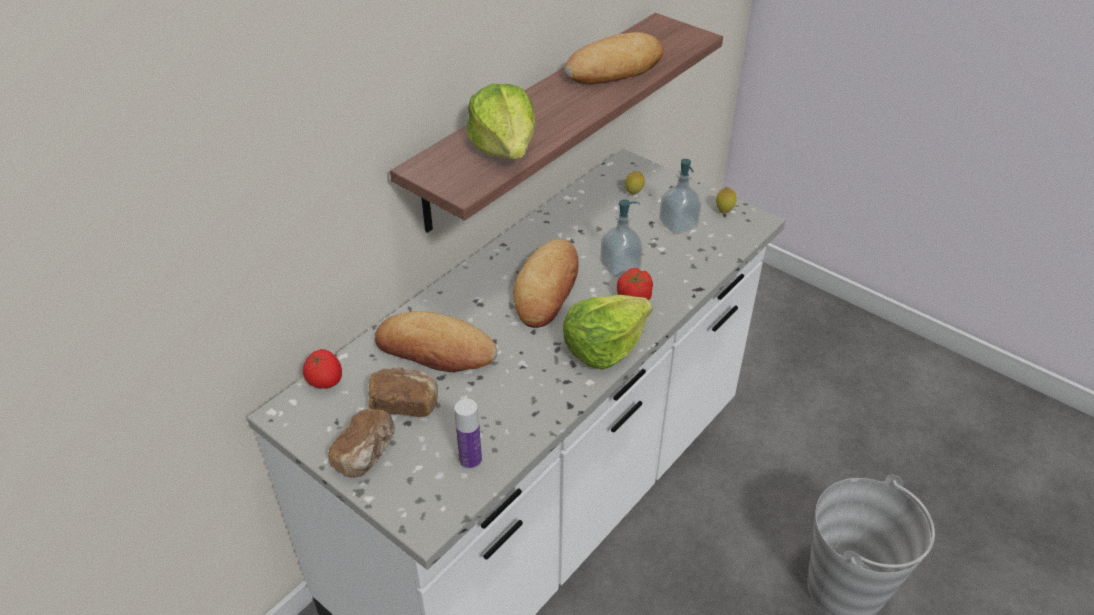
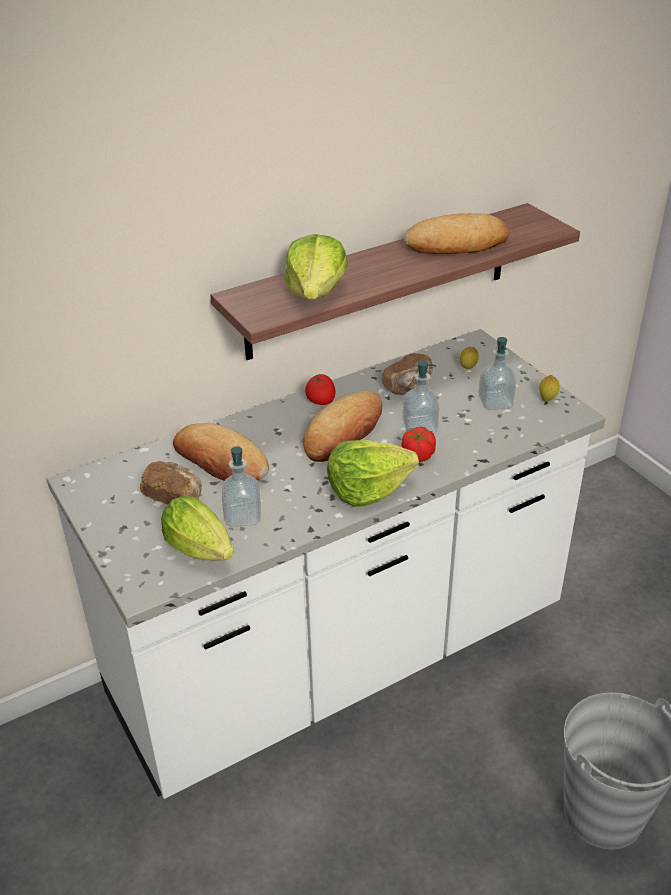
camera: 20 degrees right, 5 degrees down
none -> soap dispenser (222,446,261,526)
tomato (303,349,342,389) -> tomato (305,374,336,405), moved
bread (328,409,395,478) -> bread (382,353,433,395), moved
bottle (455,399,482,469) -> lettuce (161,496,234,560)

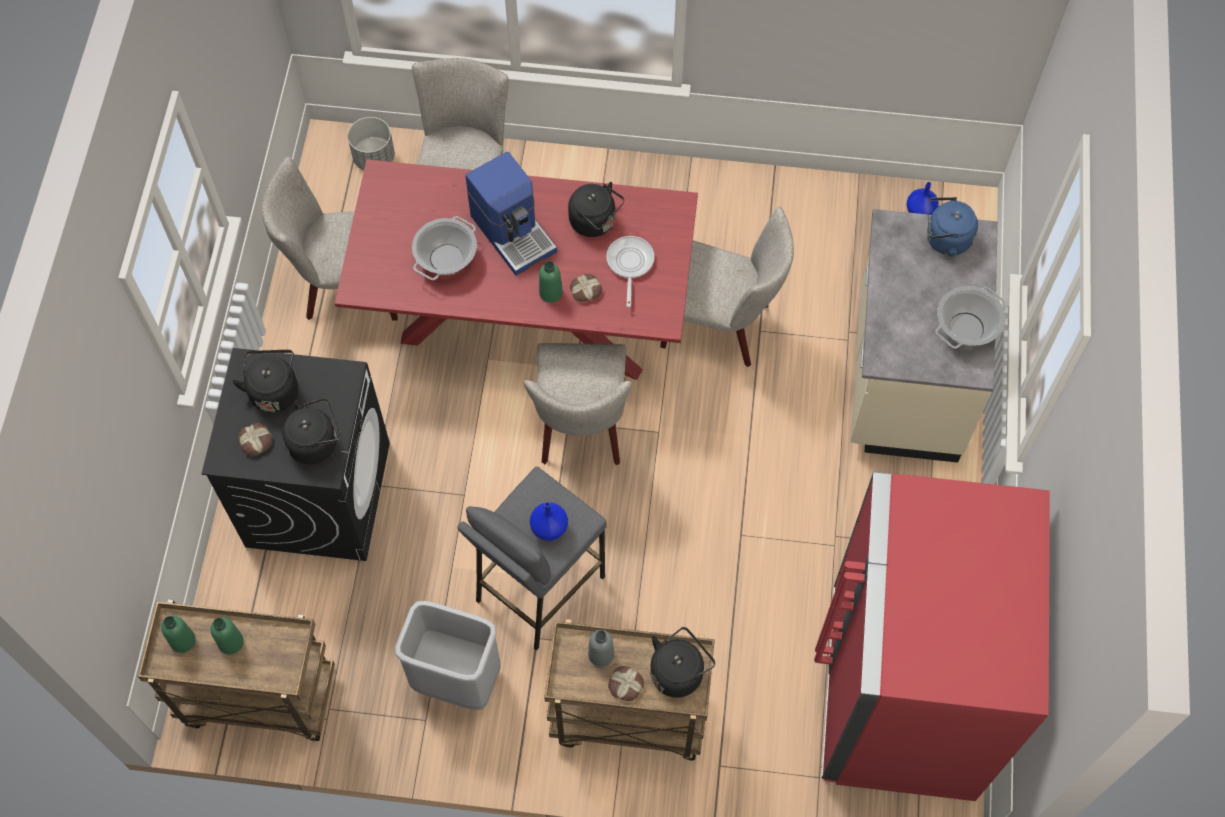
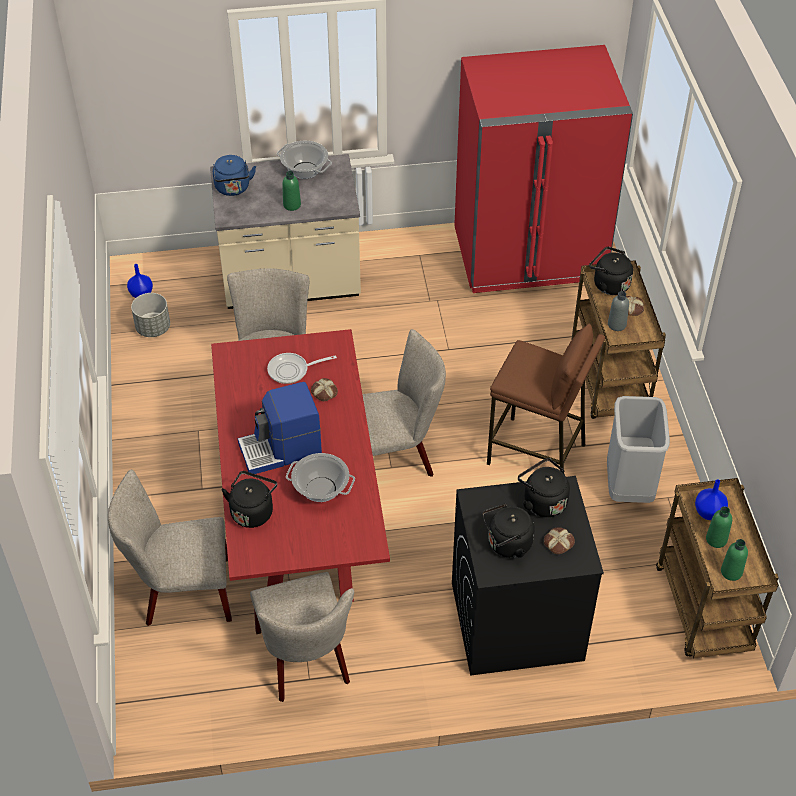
camera: 105 degrees left, 15 degrees down
planter (grey) (348,117,395,170) -> planter (grey) (131,293,170,337), moved
vase (blue) (530,502,568,541) -> vase (blue) (695,479,728,520), moved
bottle (green) (539,261,563,303) -> bottle (green) (282,171,301,211), moved
kettle (black) (568,182,624,237) -> kettle (black) (221,471,277,528), moved
stool (grey) (457,467,607,651) -> stool (brown) (487,324,605,469)
coffee machine (465,152,557,276) -> coffee machine (238,382,322,474), 150 degrees counterclockwise

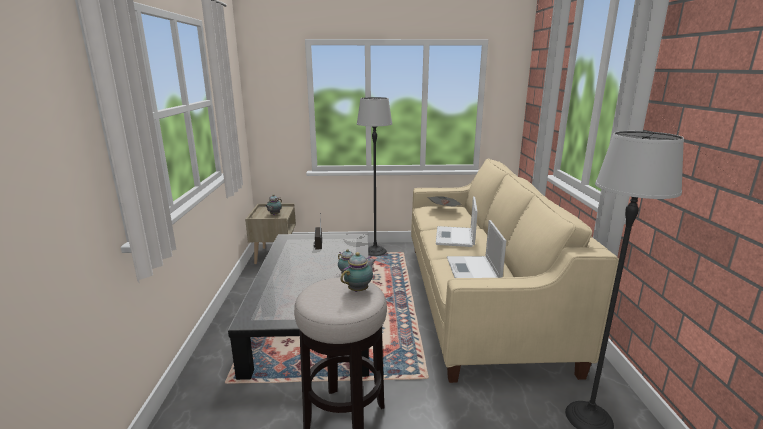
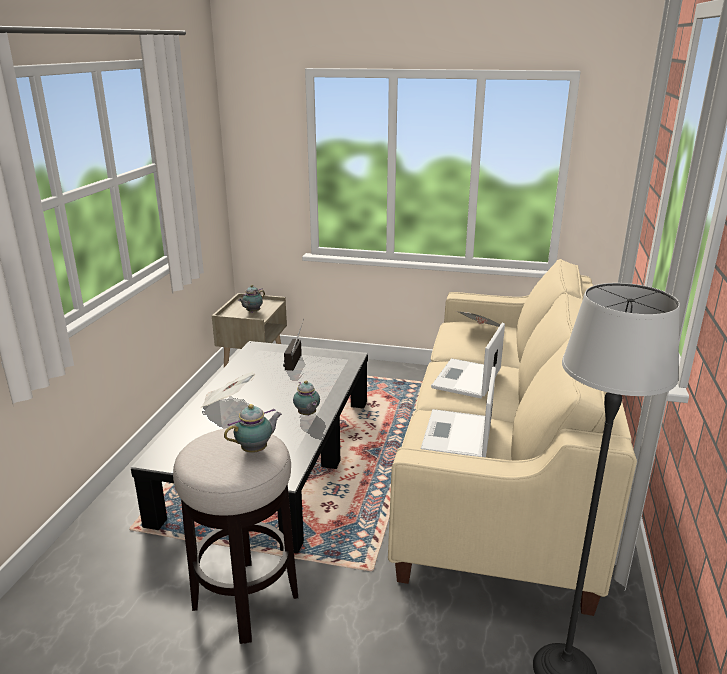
camera: 15 degrees right, 5 degrees up
floor lamp (357,97,392,256) -> none
none -> newspaper (201,371,255,408)

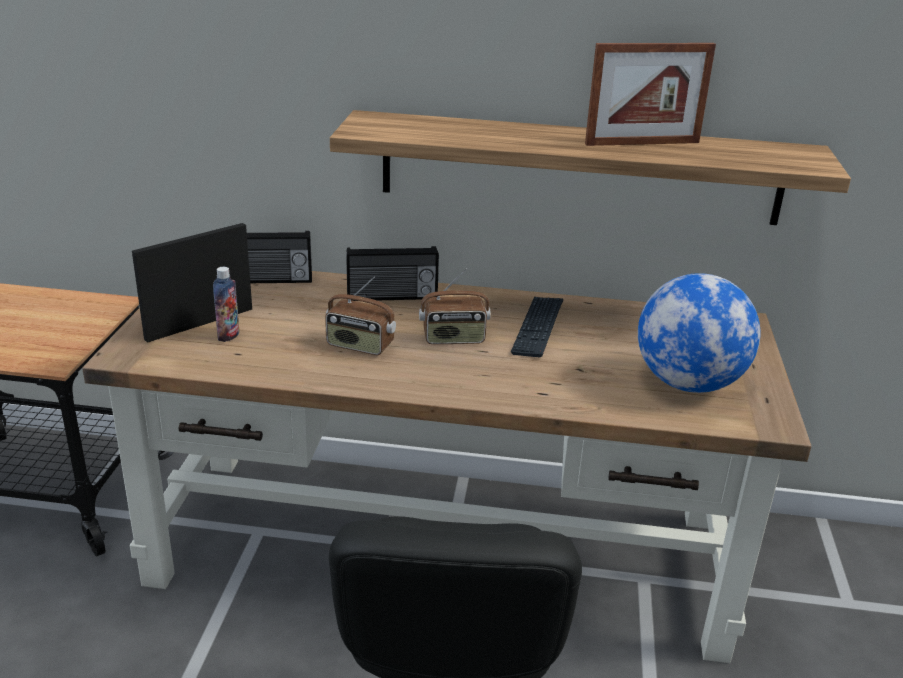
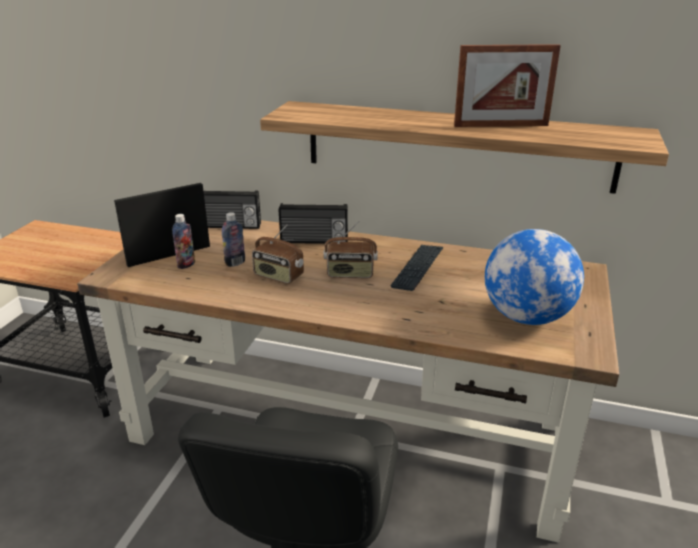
camera: 10 degrees right, 0 degrees up
none -> bottle (222,212,245,267)

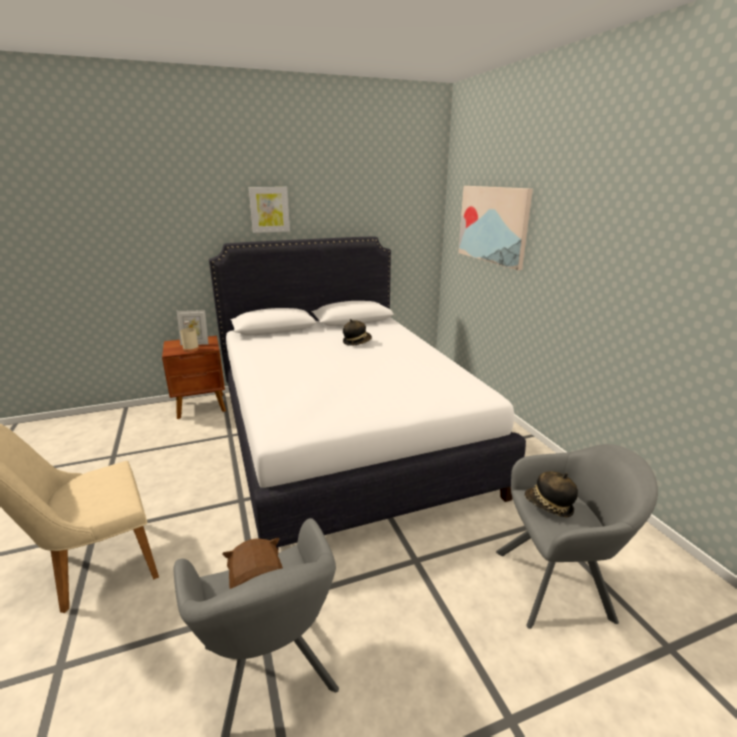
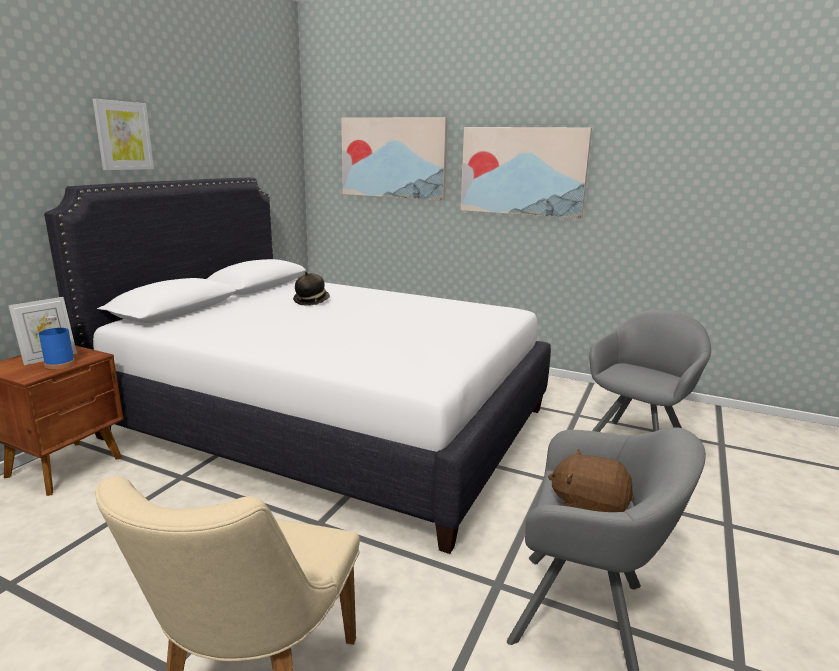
camera: 45 degrees left, 5 degrees down
hat (525,471,578,517) -> none
none -> picture (461,127,592,218)
bottle (beige) (180,321,199,352) -> bottle (blue) (39,316,75,370)

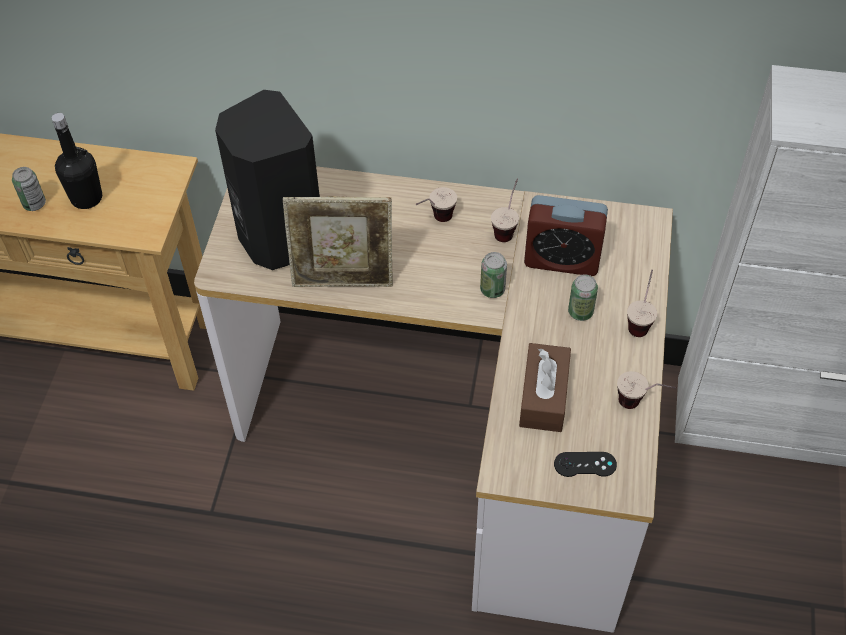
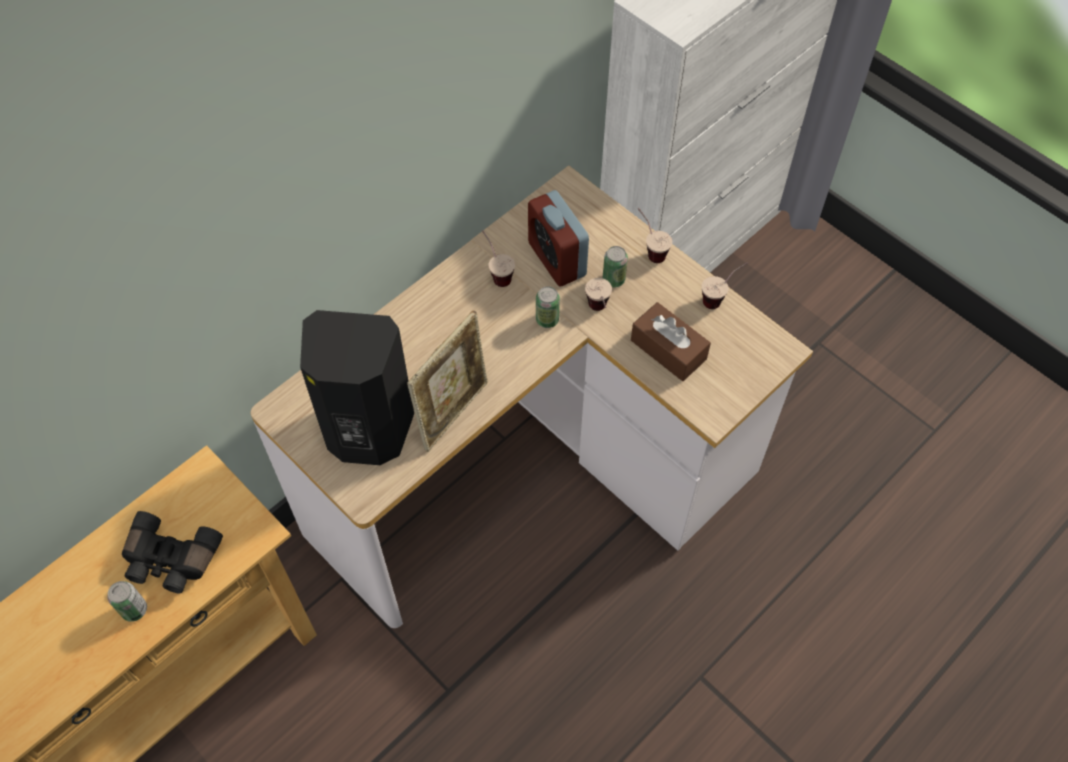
camera: 55 degrees left, 5 degrees up
game controller (black) (554,452,617,477) -> none
cup (416,187,457,222) -> cup (585,278,612,311), moved
bottle (black) (52,113,102,209) -> binoculars (black) (122,511,223,593)
alarm clock (524,195,608,276) -> alarm clock (528,190,589,287), 105 degrees clockwise

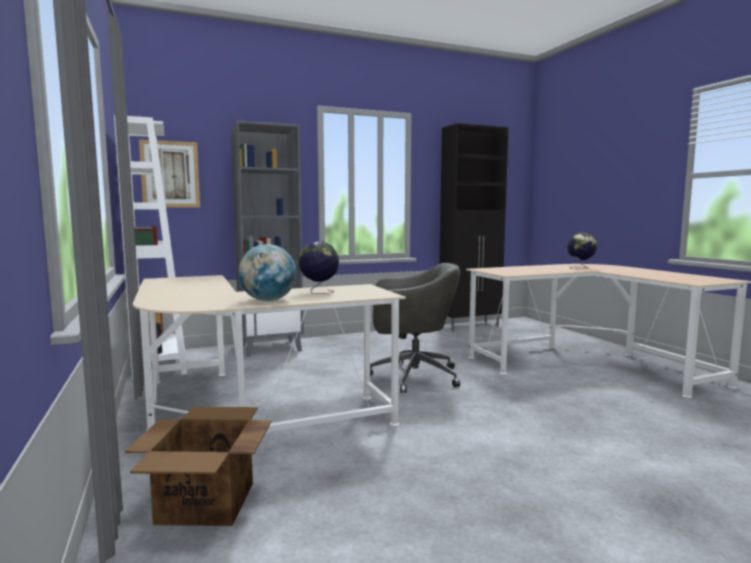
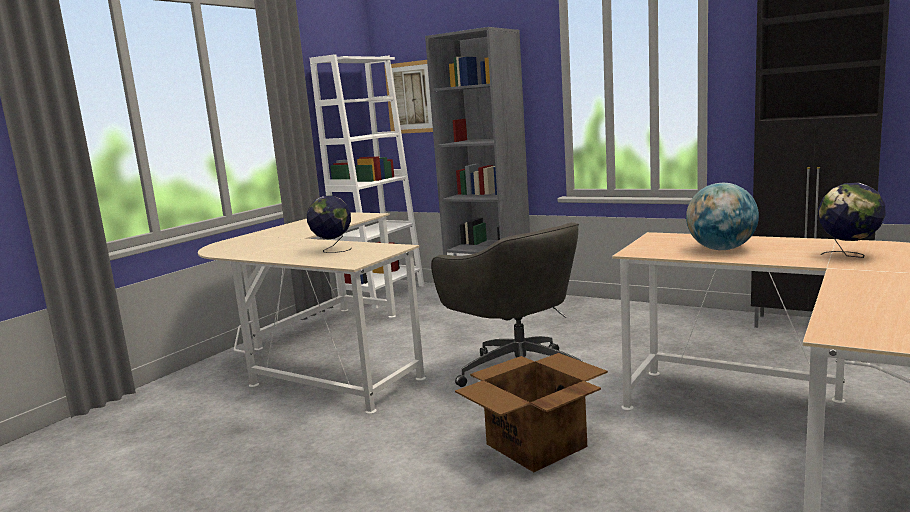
camera: 55 degrees right, 5 degrees up
cardboard box (125,407,272,526) -> cardboard box (455,353,608,472), moved
globe (238,244,296,301) -> globe (686,183,759,250), moved

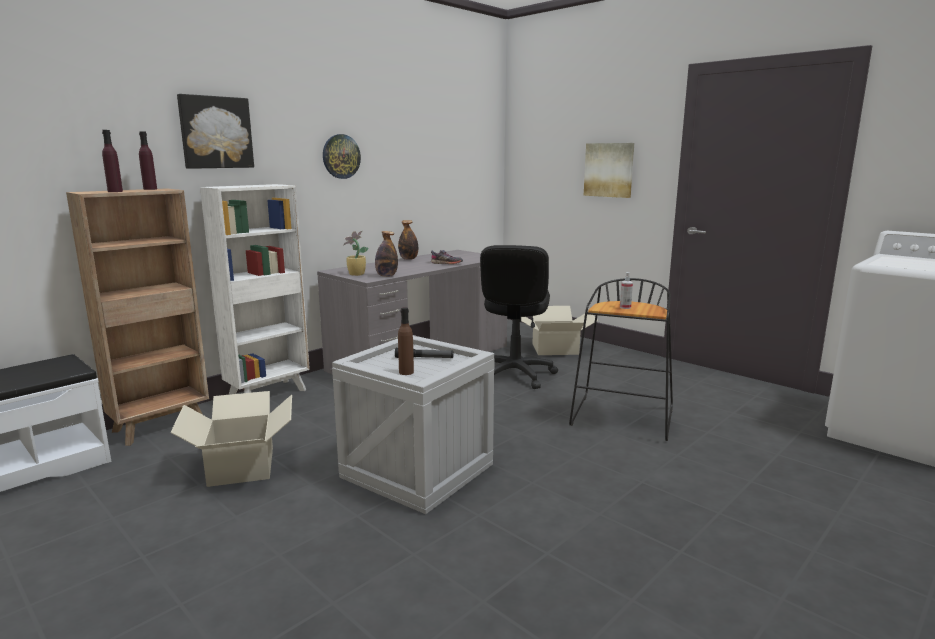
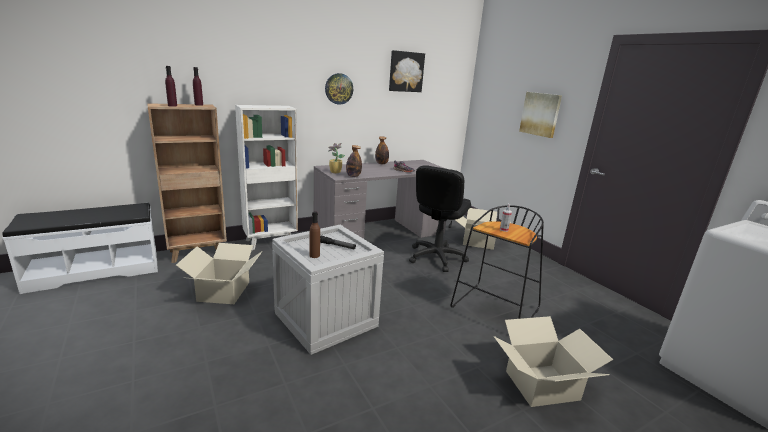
camera: 15 degrees right, 5 degrees up
none -> cardboard box (494,316,613,407)
picture (177,94,254,169) -> picture (389,50,425,92), moved

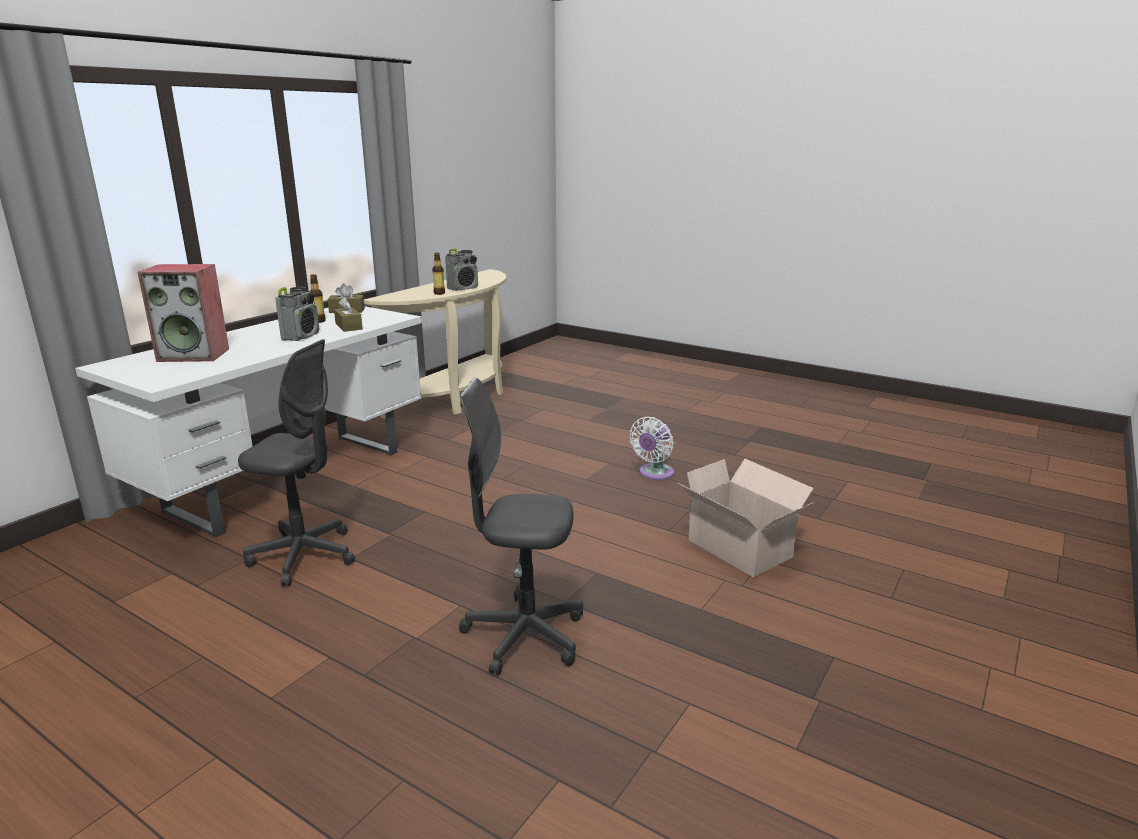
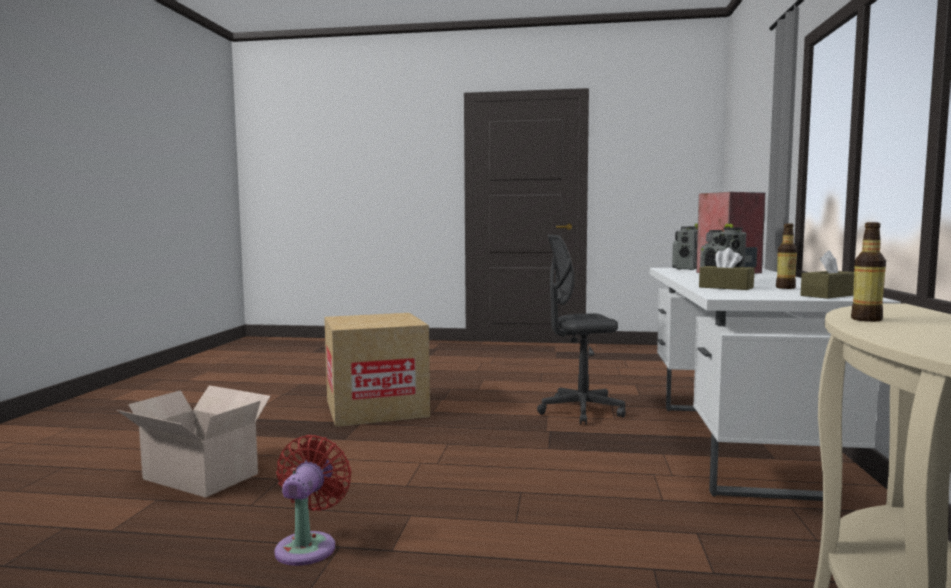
camera: 155 degrees right, 15 degrees down
radio (445,249,478,291) -> radio (672,223,698,270), moved
office chair (grey) (459,378,583,675) -> cardboard box (324,313,430,427)
fan (white) (629,417,674,480) -> fan (red) (274,435,351,566)

